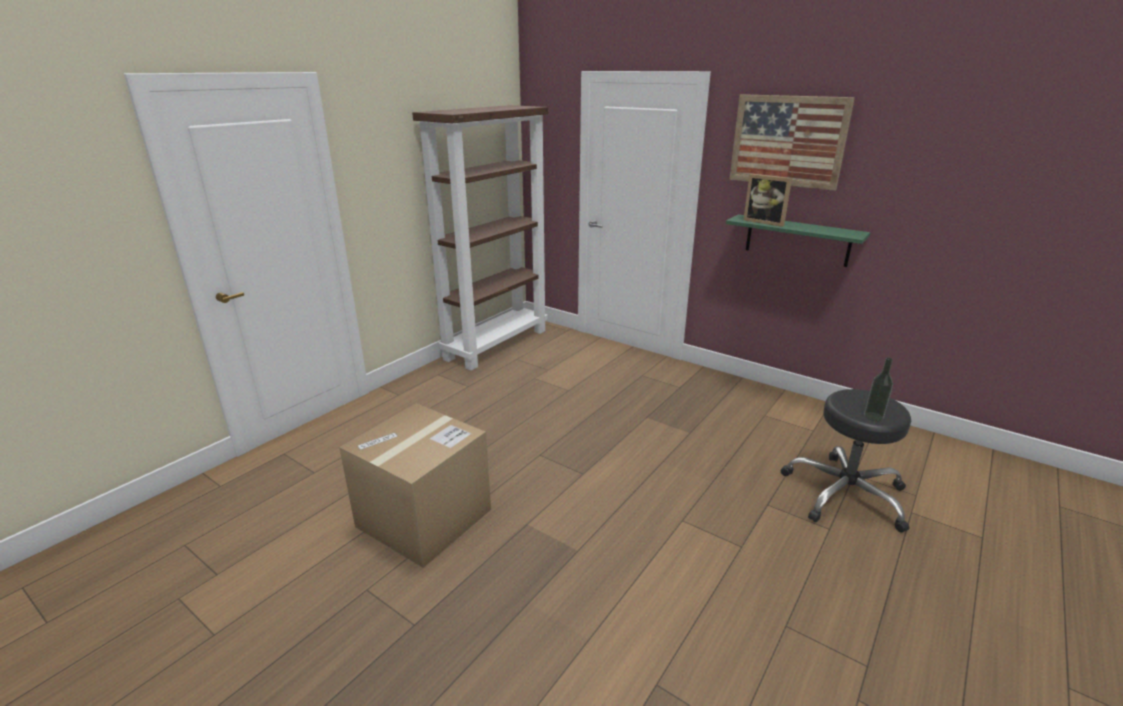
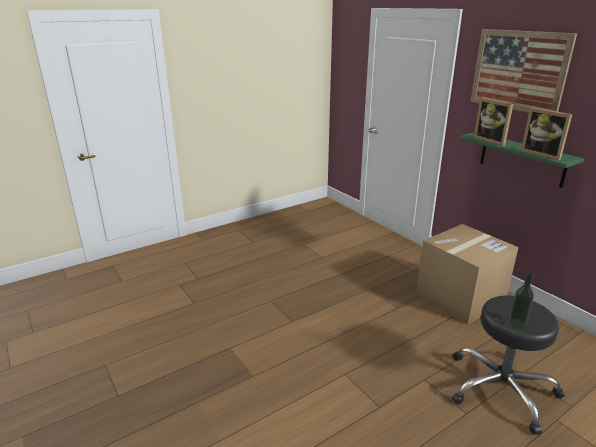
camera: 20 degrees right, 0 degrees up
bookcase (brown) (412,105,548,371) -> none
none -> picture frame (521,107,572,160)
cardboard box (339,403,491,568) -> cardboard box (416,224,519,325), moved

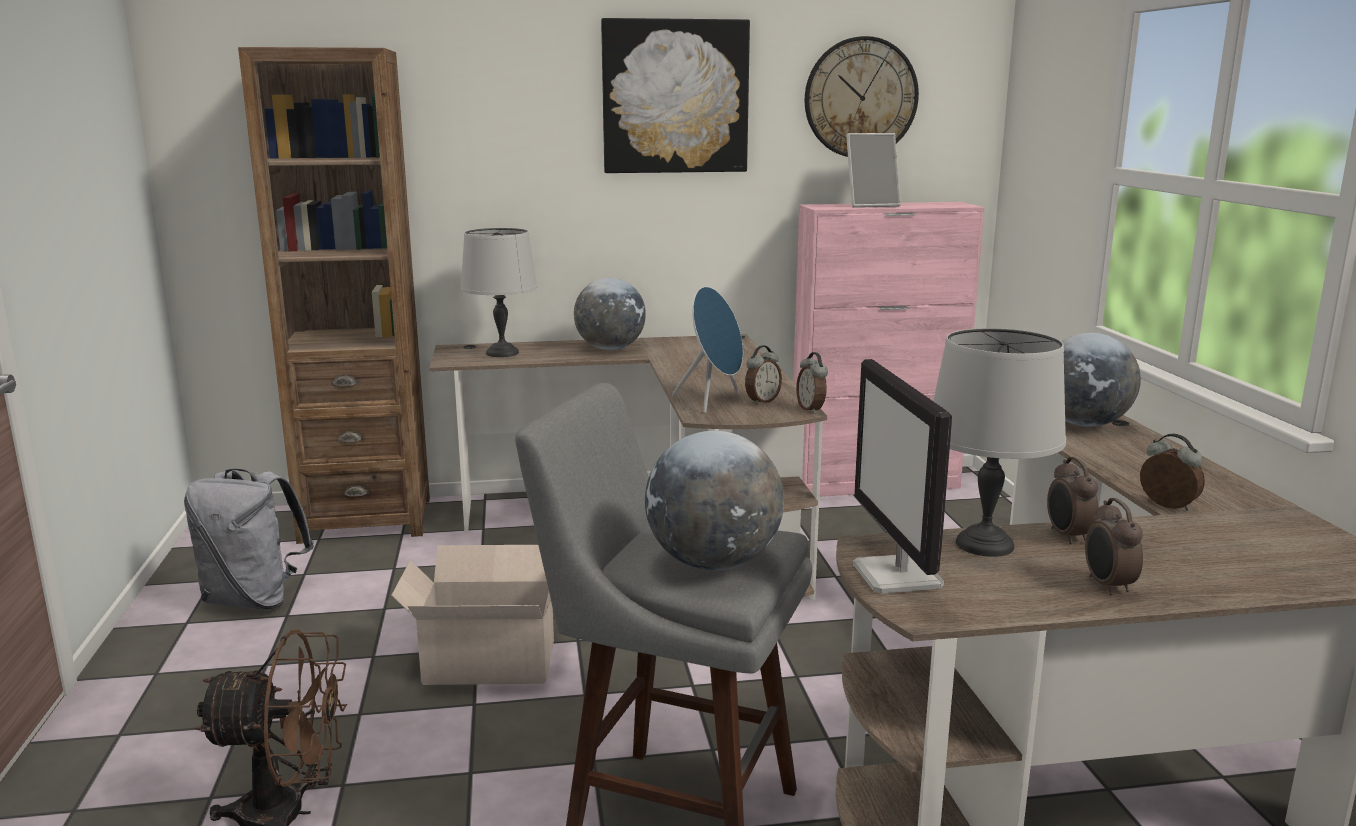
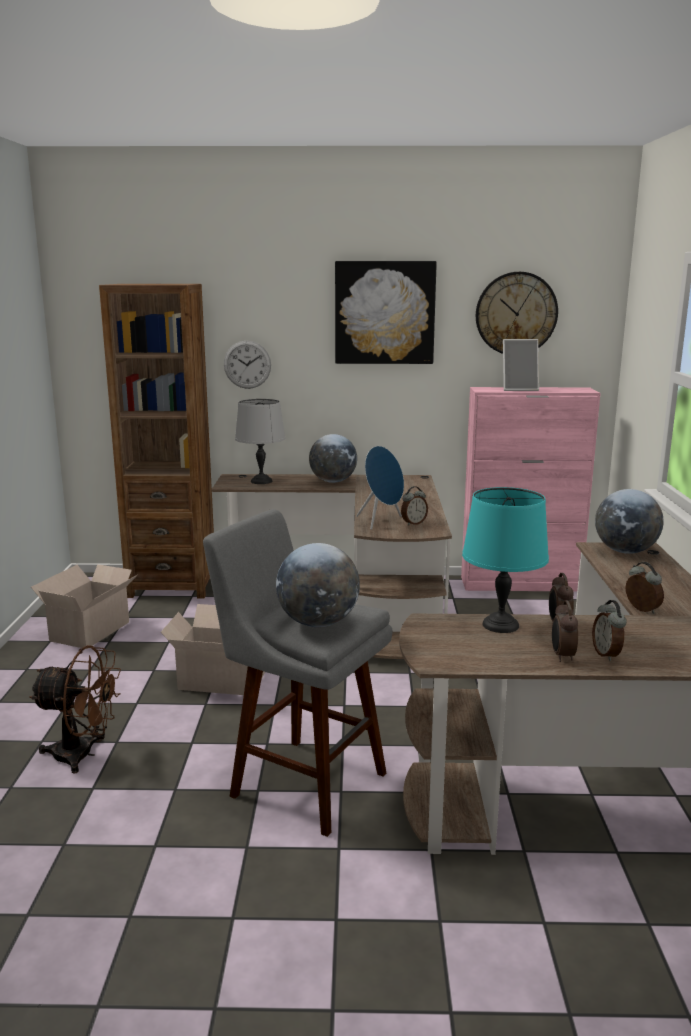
camera: 10 degrees right, 0 degrees up
monitor (853,359,952,594) -> none
none -> wall clock (224,341,271,389)
alarm clock (796,352,828,414) -> alarm clock (592,600,627,661), moved
backpack (grey) (184,469,314,609) -> cardboard box (31,564,137,649)
table lamp (grey) (933,328,1066,557) -> table lamp (turquoise) (462,487,549,633)

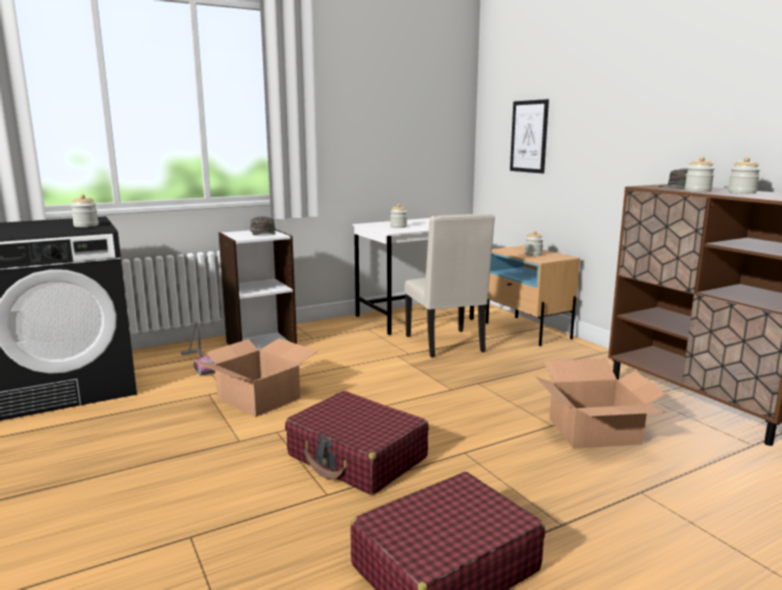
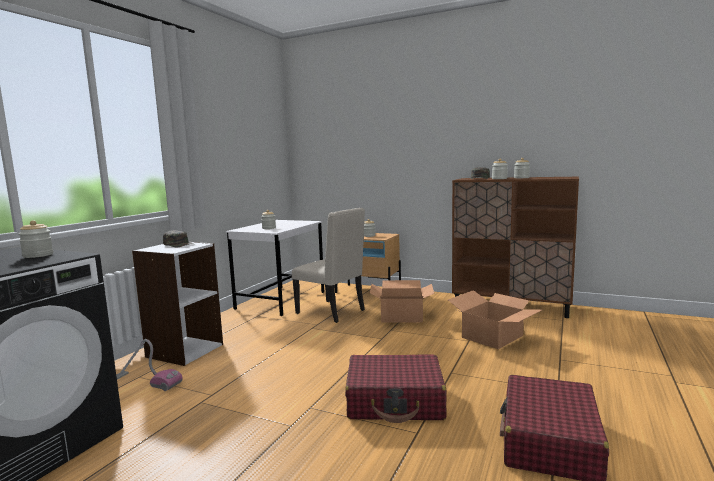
camera: 35 degrees left, 5 degrees down
picture (510,99,549,174) -> none
cardboard box (192,338,318,417) -> cardboard box (370,280,434,322), moved

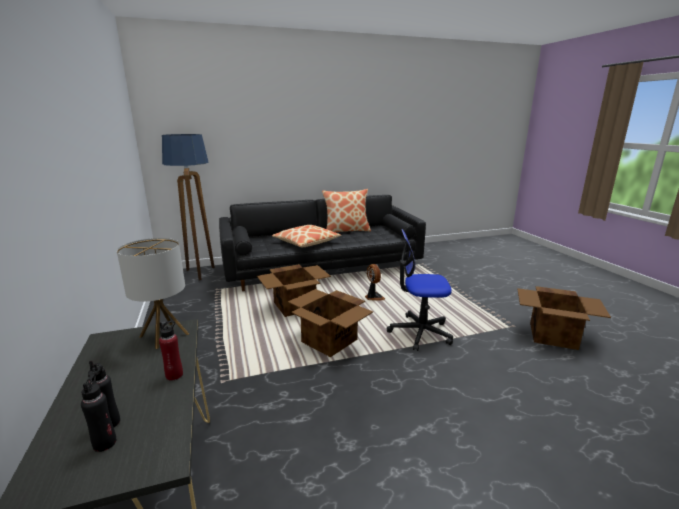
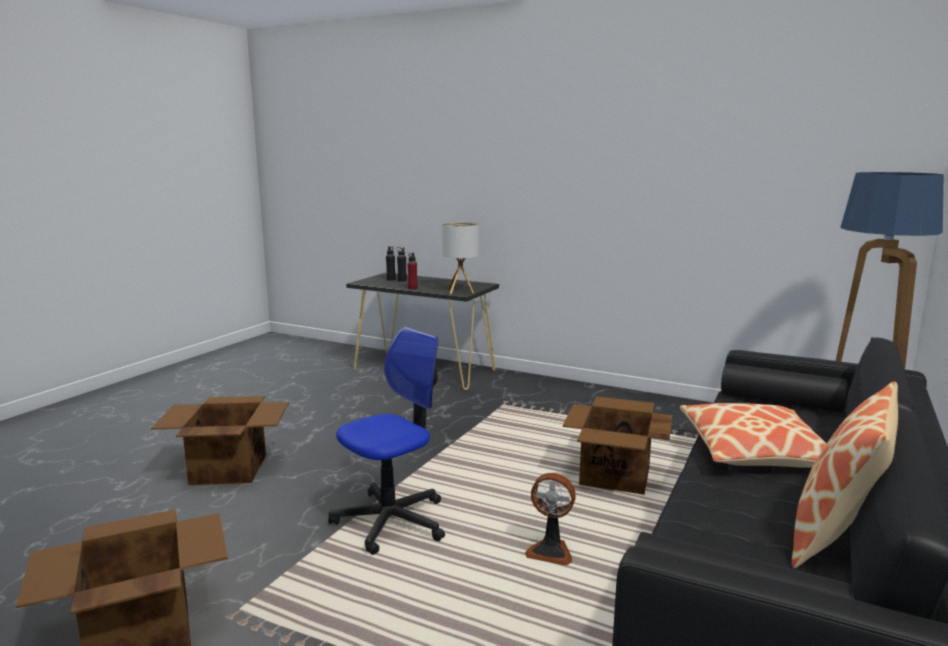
camera: 135 degrees right, 5 degrees down
cardboard box (288,289,373,357) -> cardboard box (151,396,289,485), moved

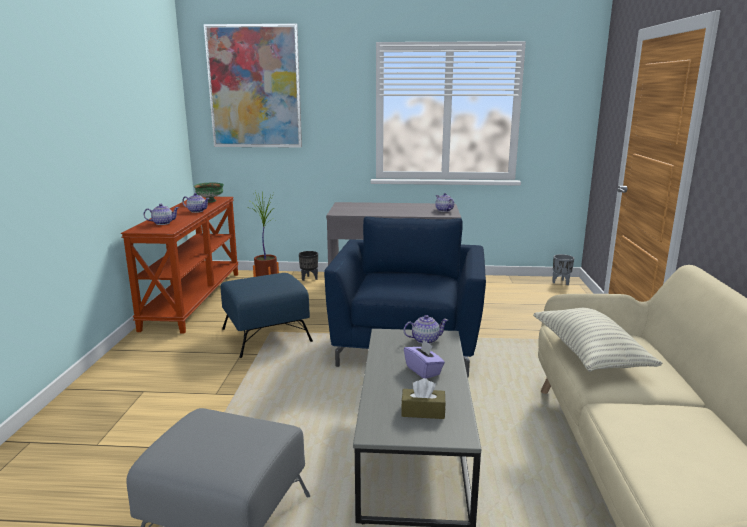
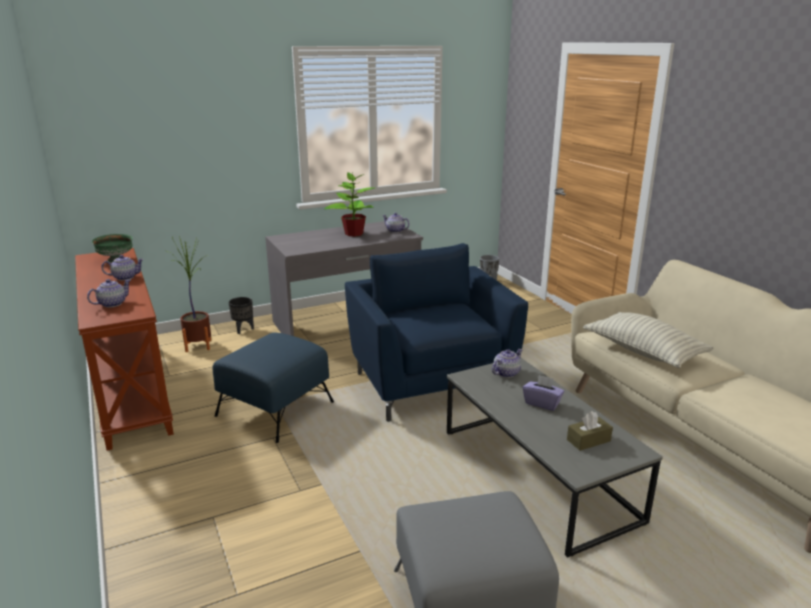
camera: 30 degrees left, 5 degrees up
picture (204,24,302,148) -> none
none -> potted plant (324,172,375,237)

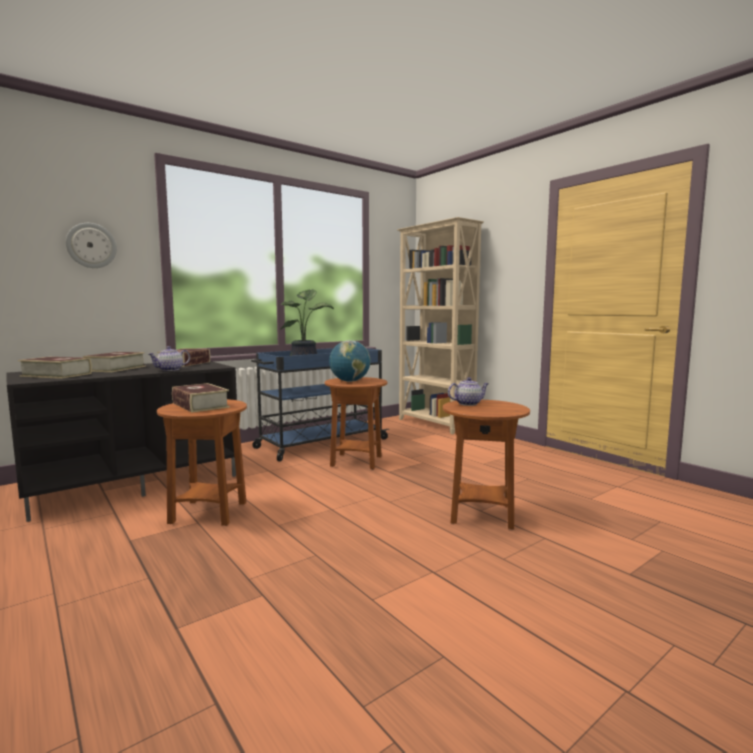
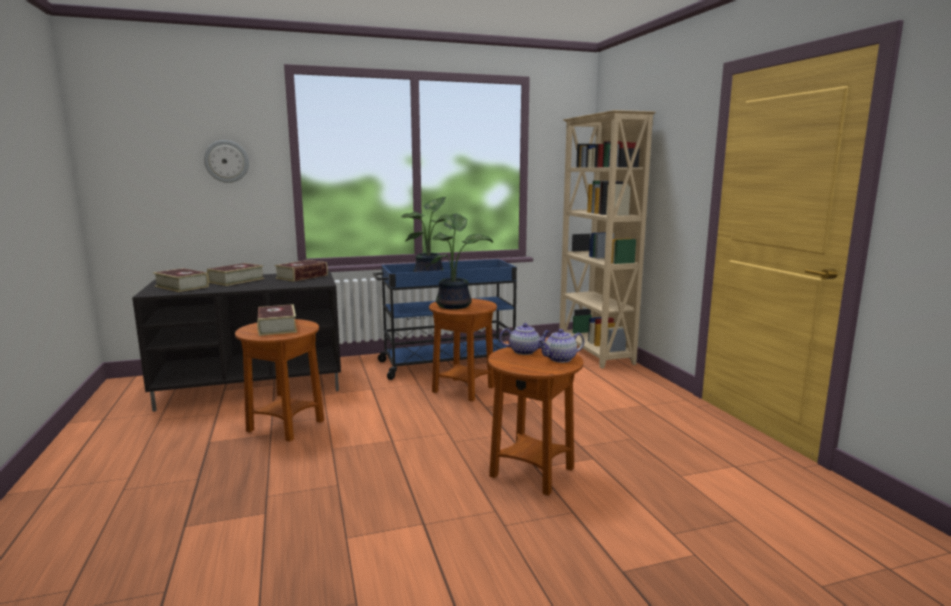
camera: 20 degrees right, 5 degrees up
teapot (149,346,190,371) -> teapot (538,329,584,363), moved
globe (329,340,371,382) -> potted plant (426,213,493,309)

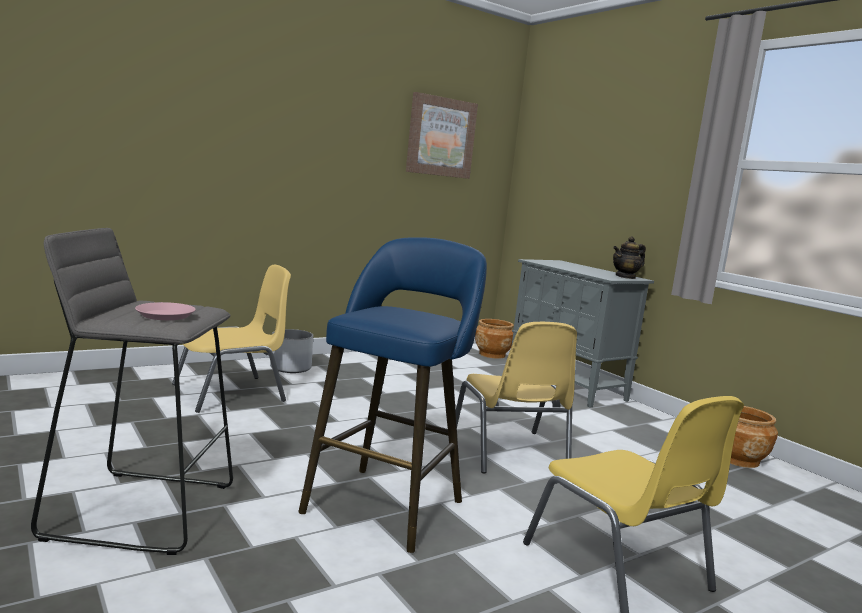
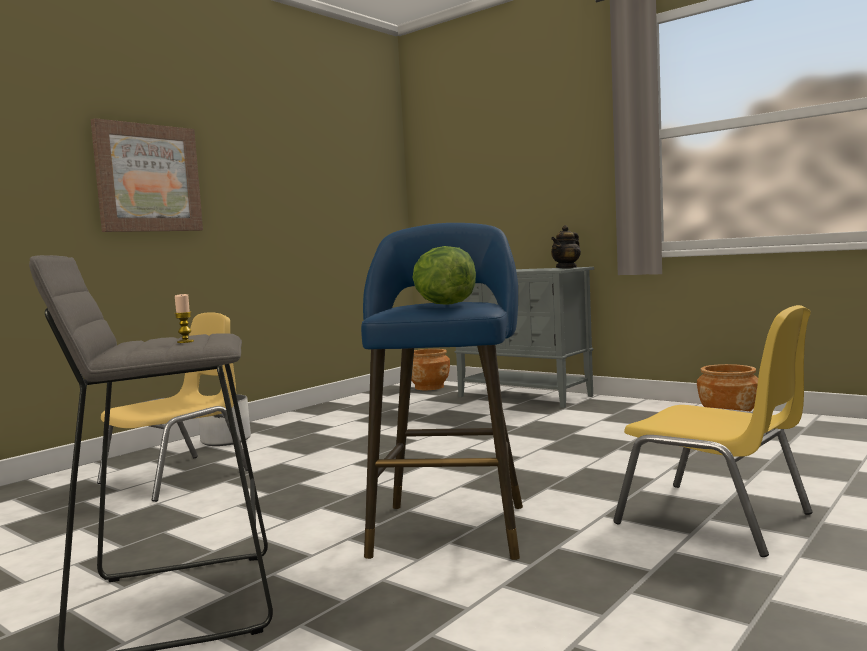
camera: 15 degrees left, 5 degrees down
chair (yellow) (456,322,577,473) -> none
none -> lettuce (412,246,476,305)
picture (406,92,478,179) -> picture (91,118,203,232), moved
plate (pink) (135,302,196,320) -> candle (174,294,194,343)

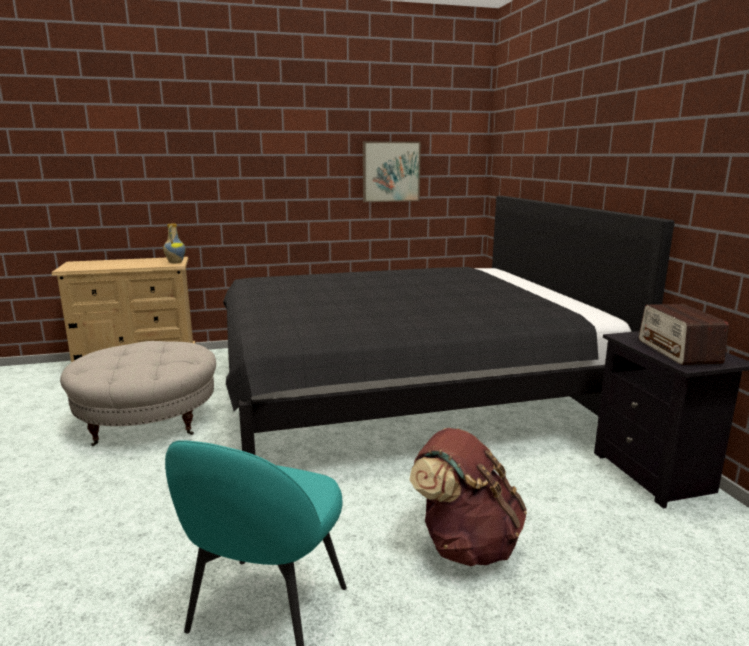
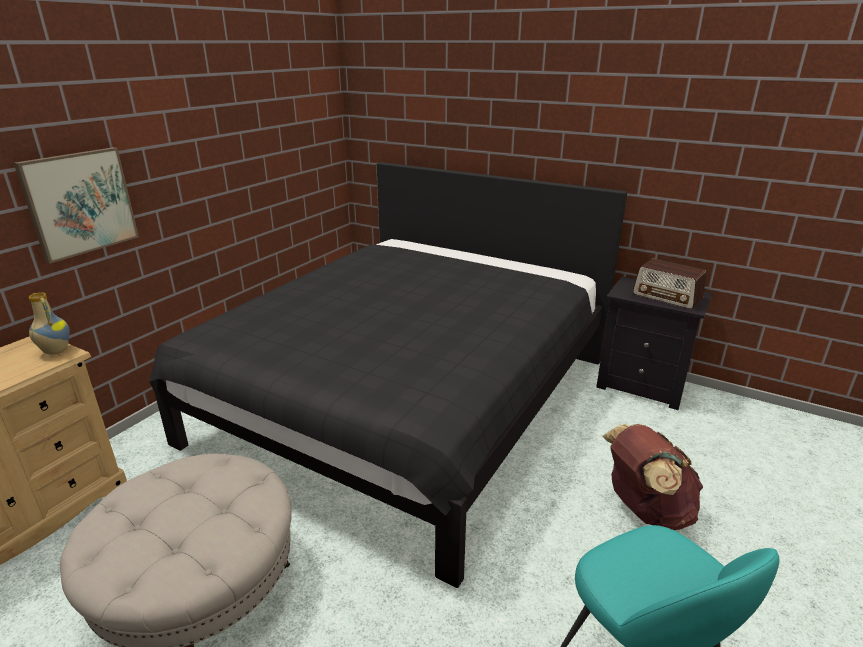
camera: 45 degrees left, 10 degrees up
picture (363,141,421,202) -> picture (14,147,139,264), moved

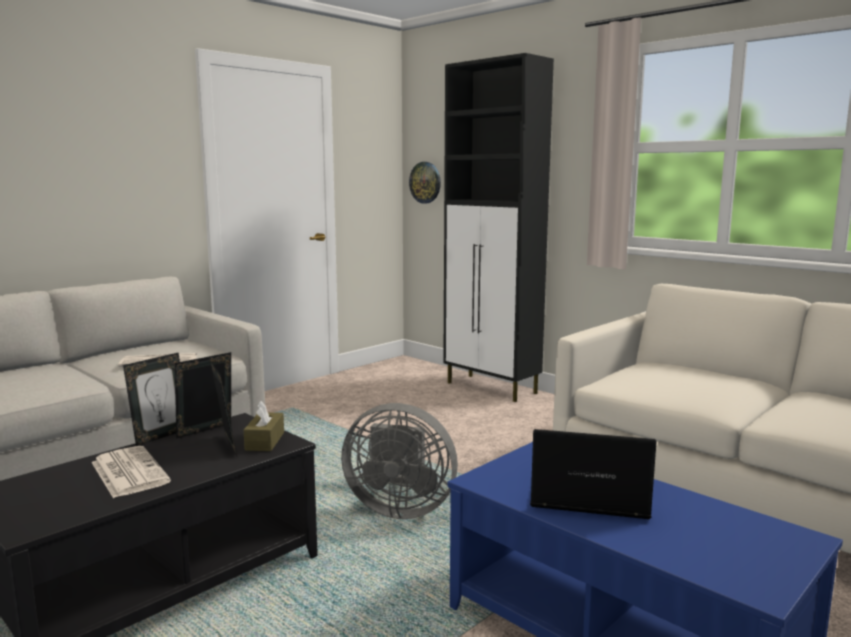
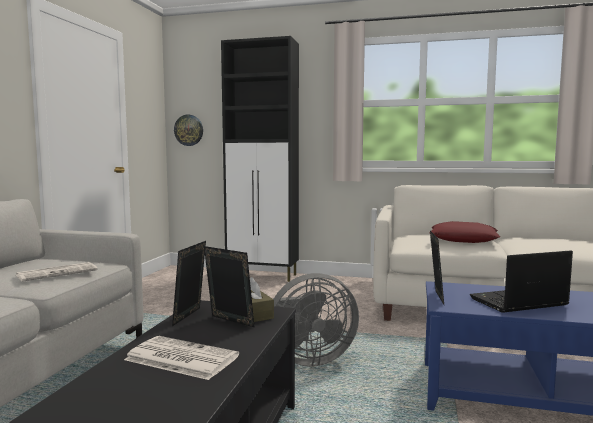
camera: 30 degrees left, 5 degrees down
none -> pillow (red) (431,221,500,243)
picture frame (123,352,180,446) -> picture frame (430,231,444,304), moved

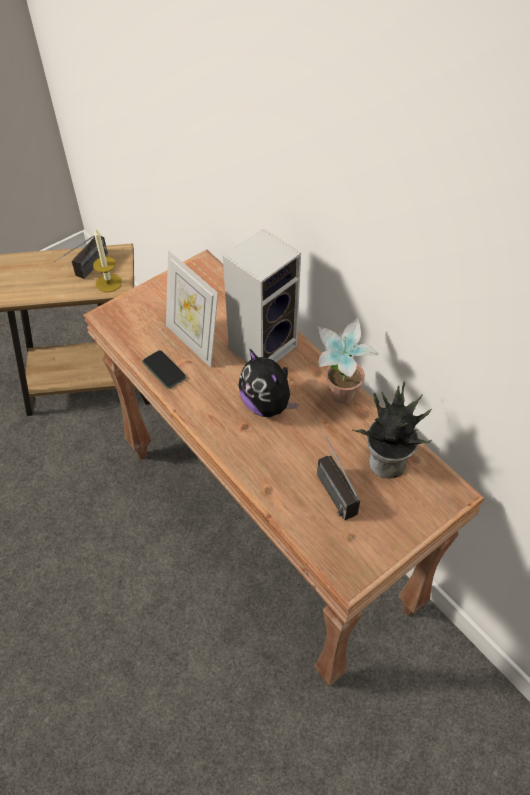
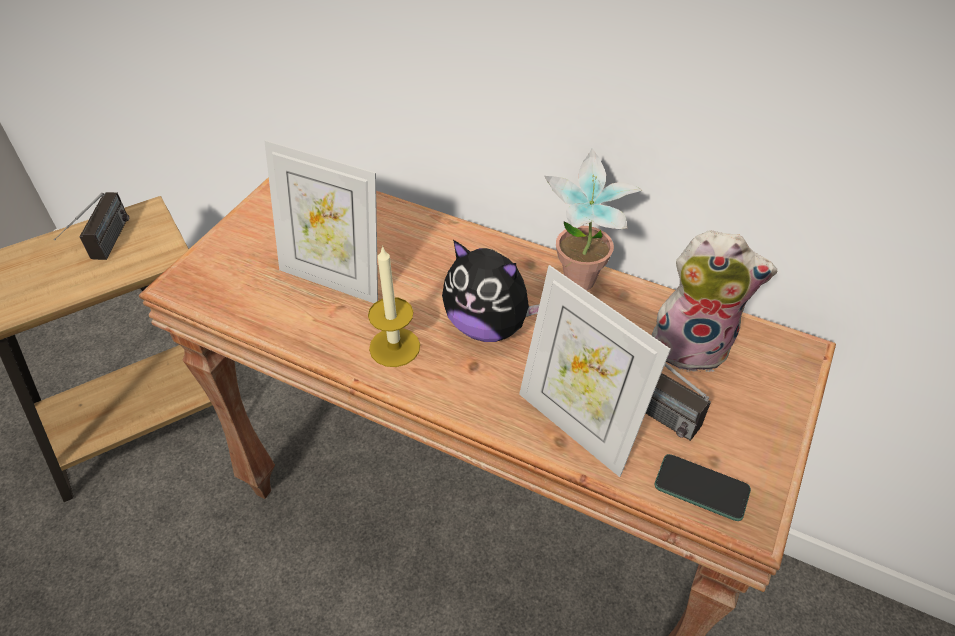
camera: 25 degrees left, 5 degrees down
speaker (223,229,301,363) -> none
none -> picture frame (519,265,671,477)
candle (93,229,122,292) -> candle (368,246,420,367), moved
phone (142,350,186,389) -> phone (654,454,751,521), moved
potted plant (352,381,433,478) -> plush toy (651,230,777,372)

